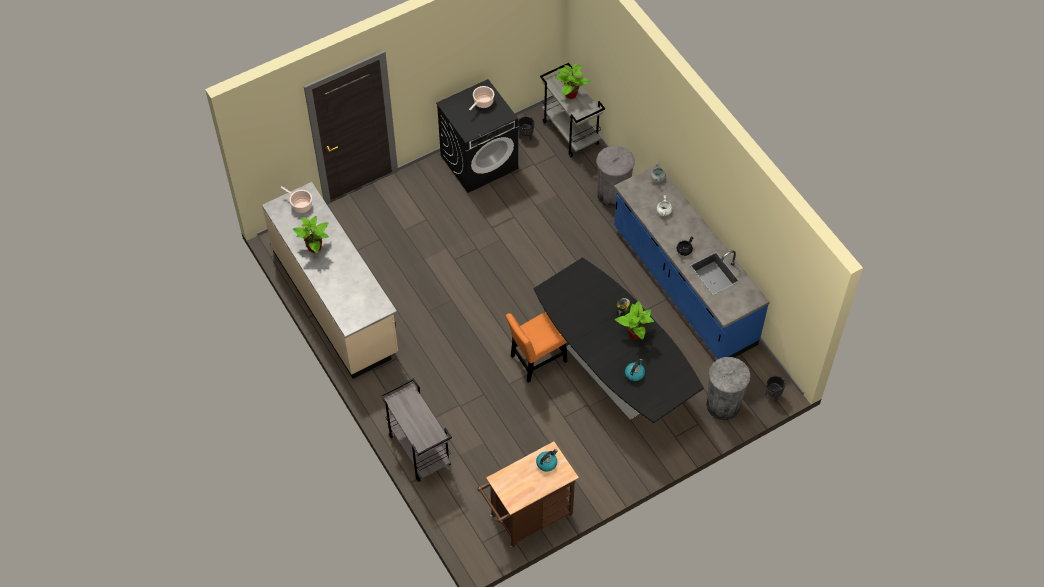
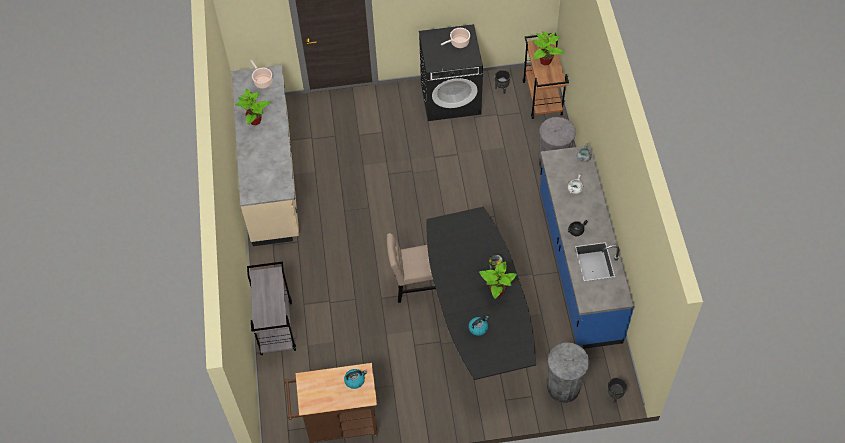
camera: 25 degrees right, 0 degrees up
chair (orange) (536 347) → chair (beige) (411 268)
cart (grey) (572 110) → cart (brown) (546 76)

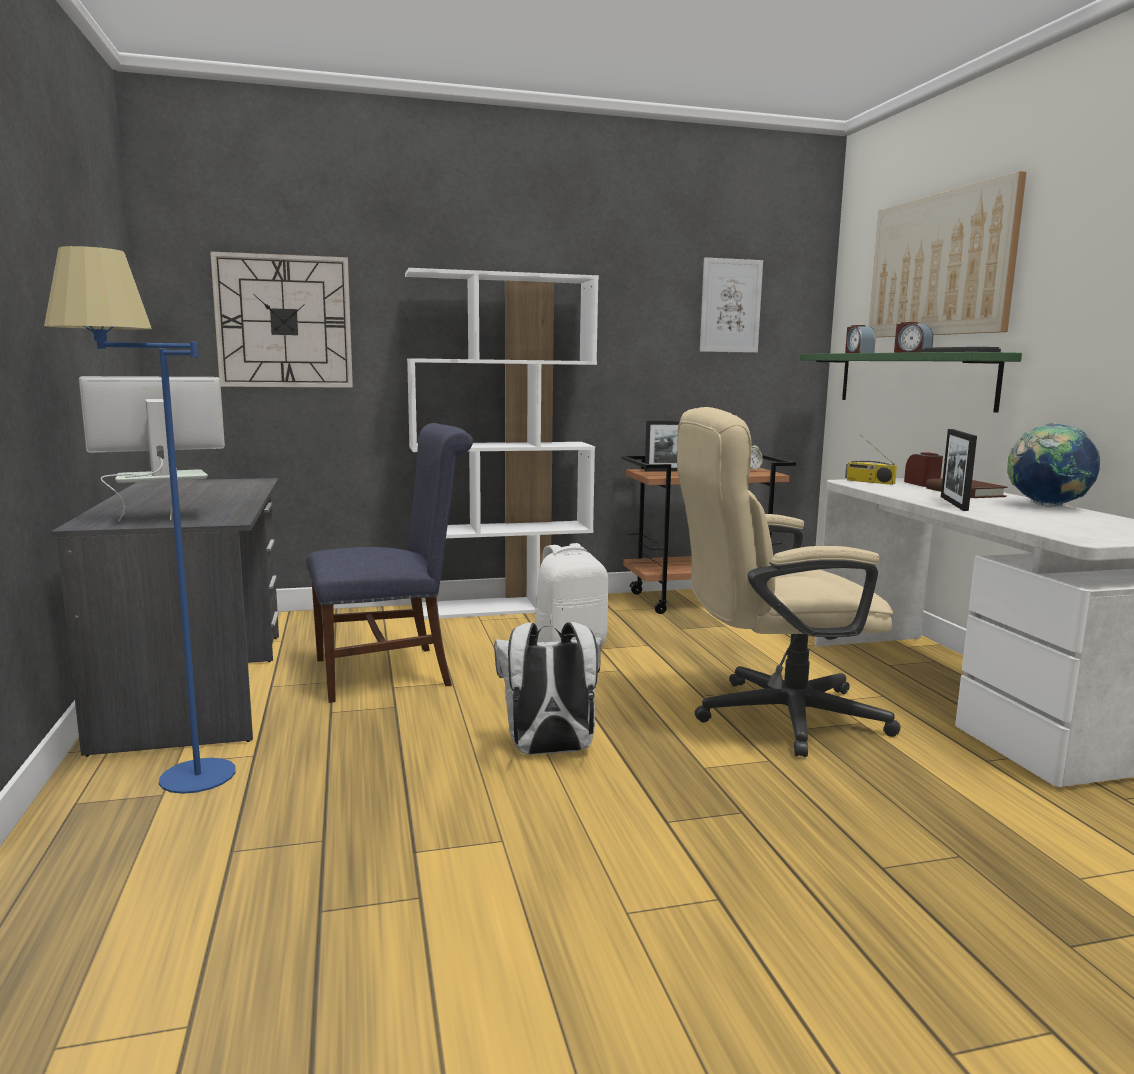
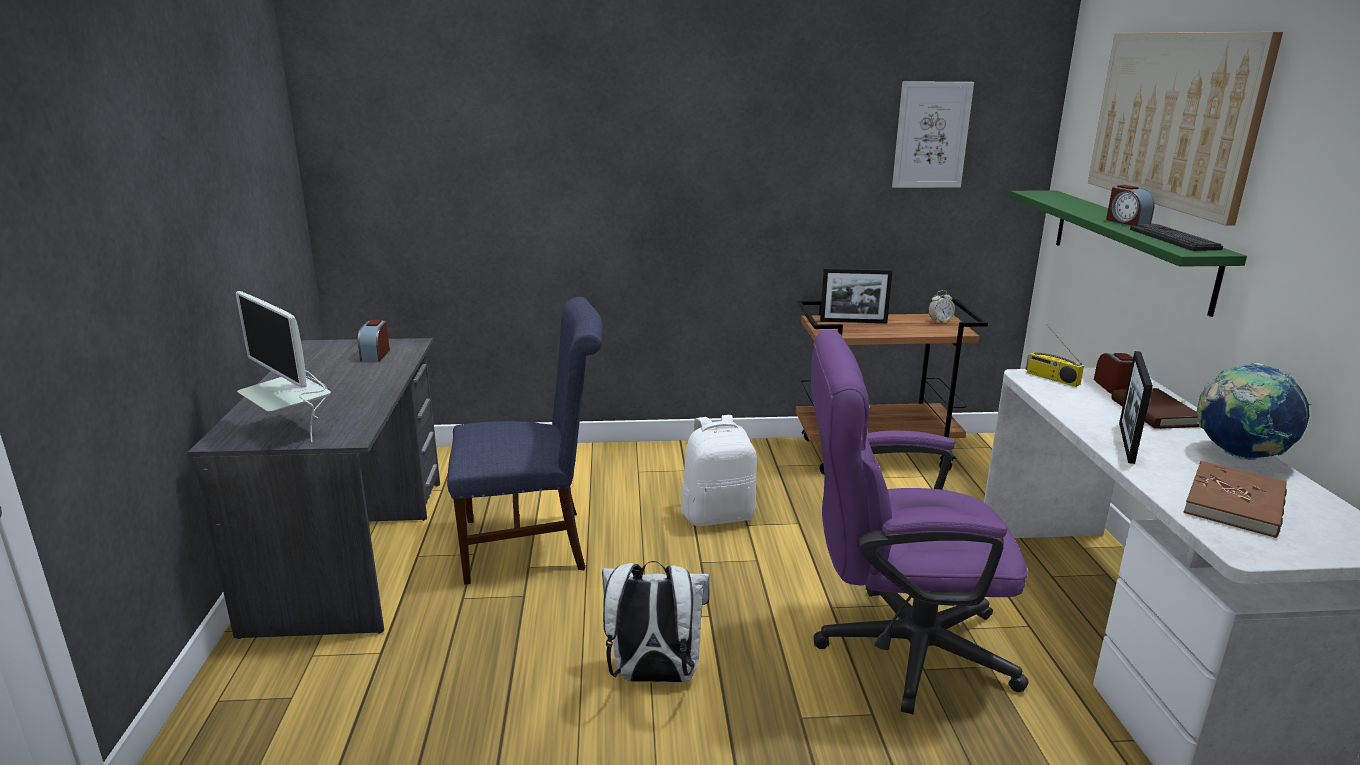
camera: 10 degrees right, 10 degrees up
monitor (152 449) → monitor (283 366), 120 degrees counterclockwise
alarm clock (860 339) → alarm clock (374 340), shifted
office chair (beige) (789 582) → office chair (purple) (920 522)
- → book (brown) (1235 499)
floor lamp (blue) (140 520) → -
wall clock (281 319) → -
bookcase (white) (502 444) → -

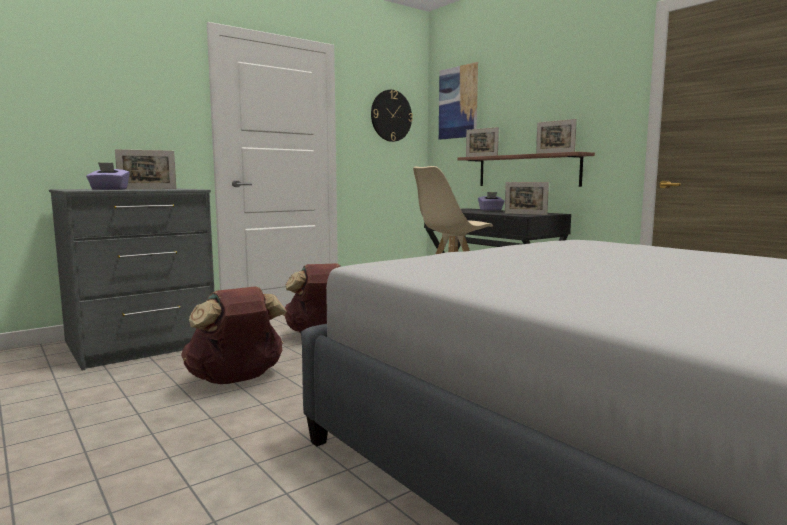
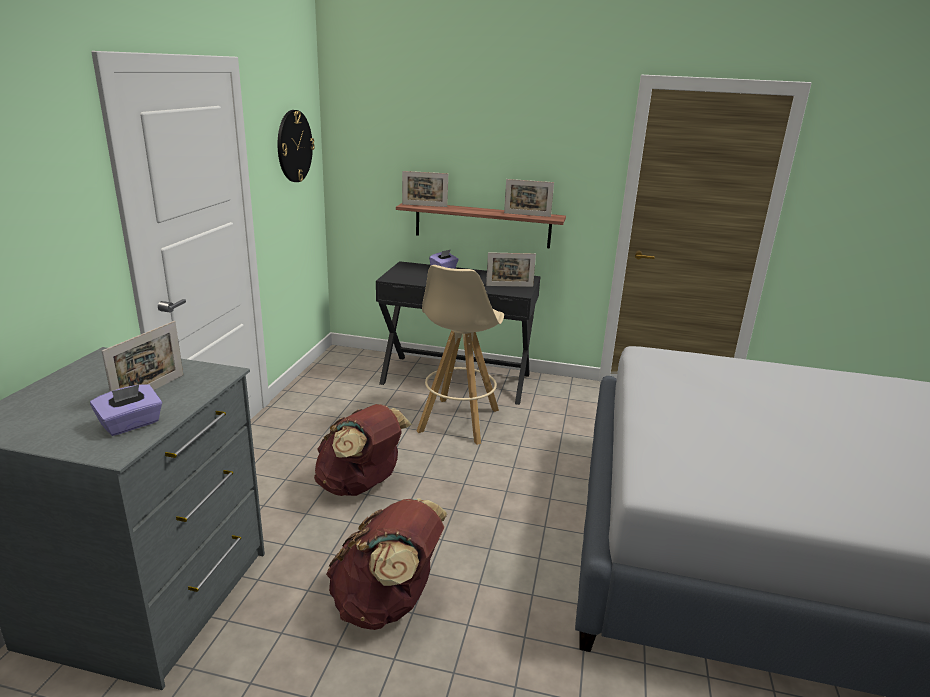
camera: 40 degrees left, 15 degrees up
picture (458 101) → -

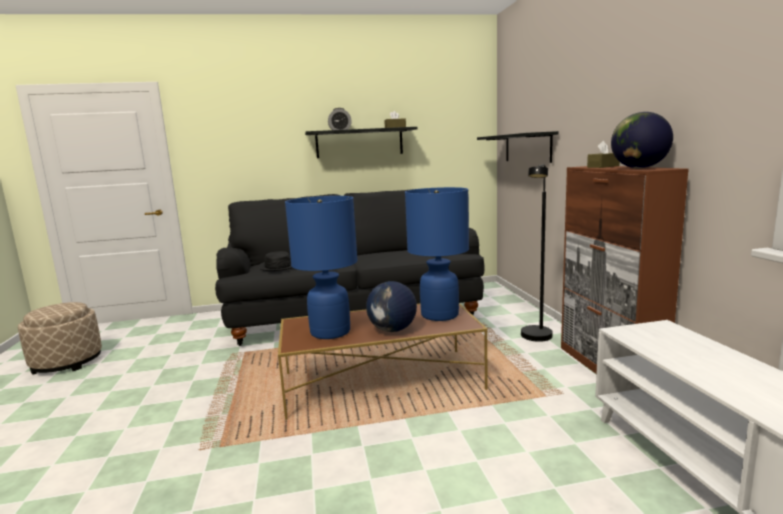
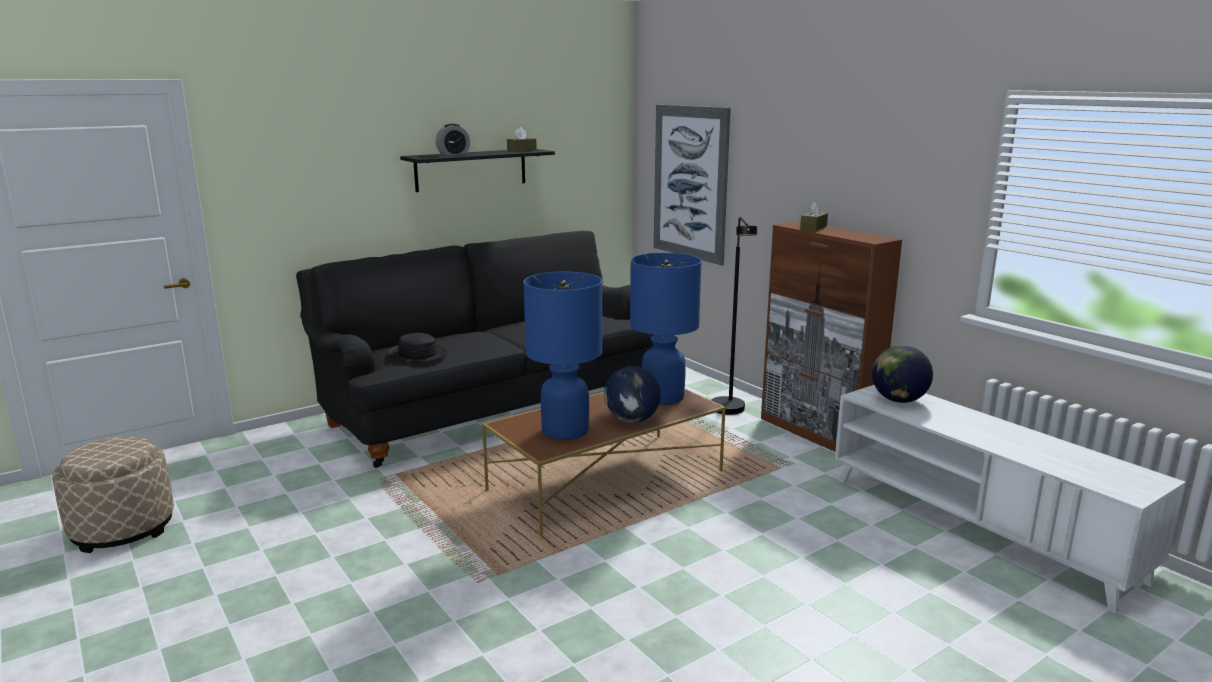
camera: 25 degrees left, 5 degrees up
shelf (black) (518 147) → picture (692 185)
globe (642 140) → globe (902 374), shifted

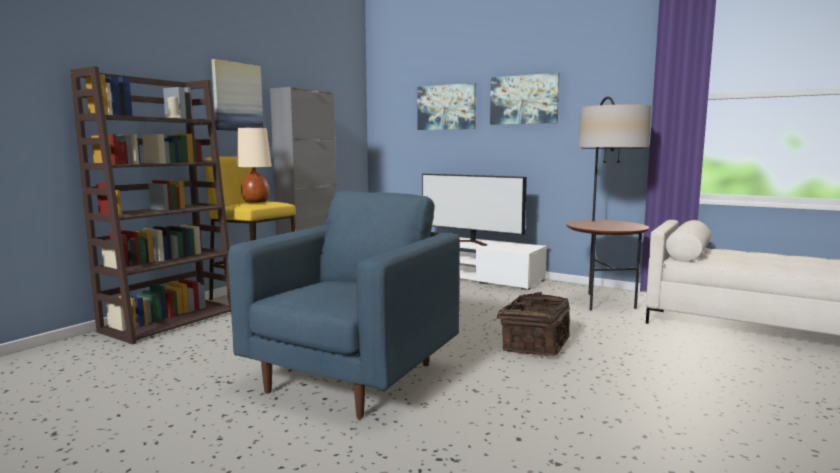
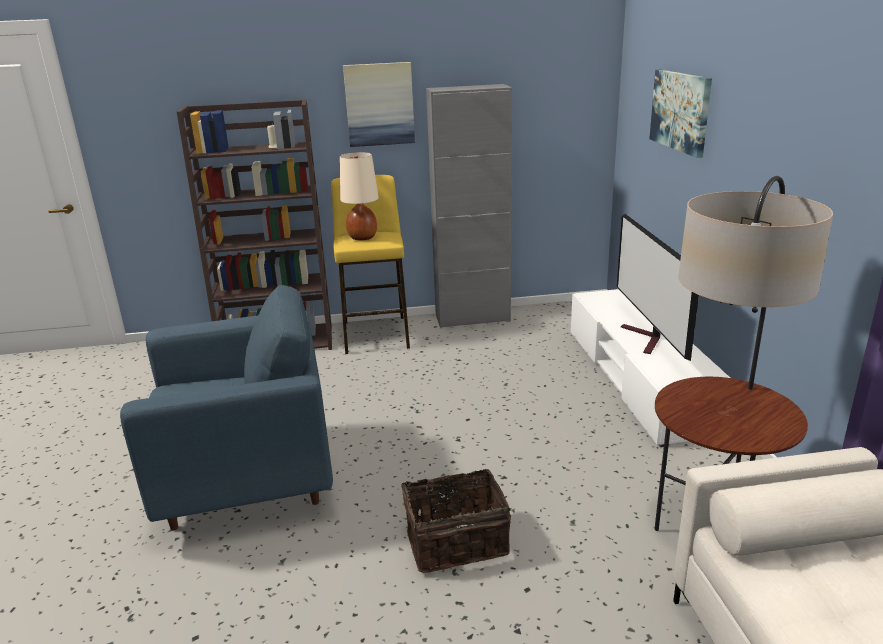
camera: 50 degrees right, 15 degrees up
picture (525 99) → -

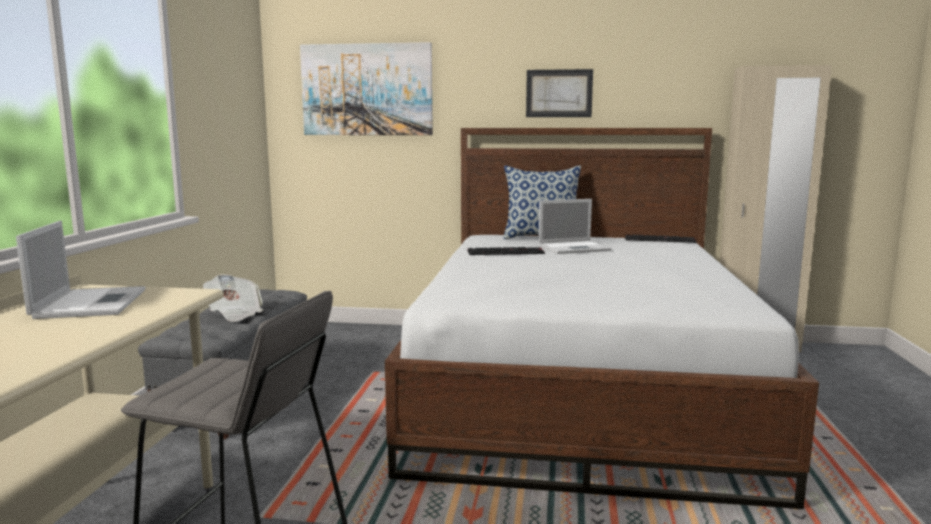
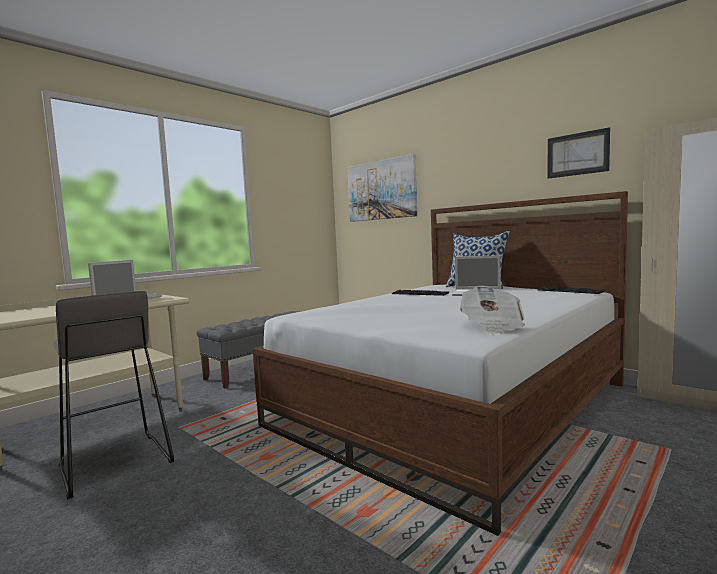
camera: 35 degrees right, 5 degrees down
newspaper (233 298) → newspaper (492 310), shifted
picture (559 93) → picture (578 153), shifted

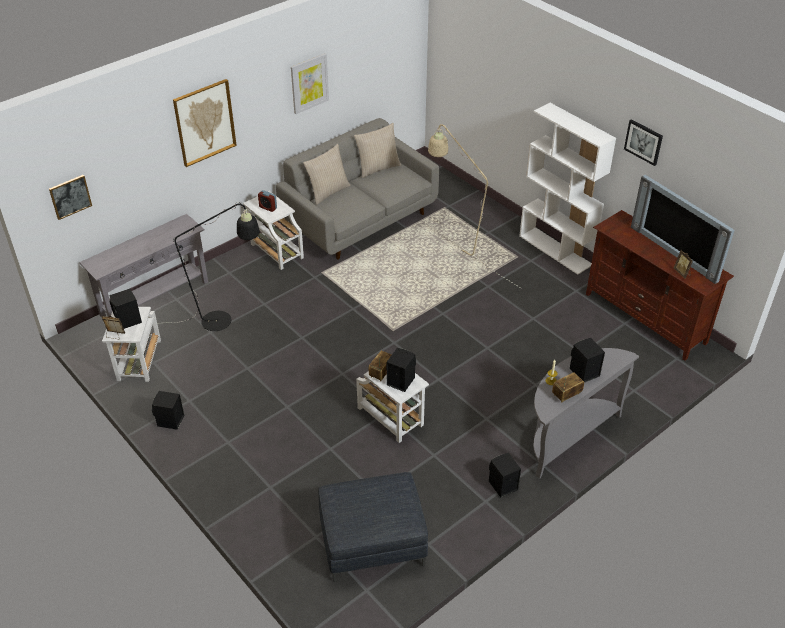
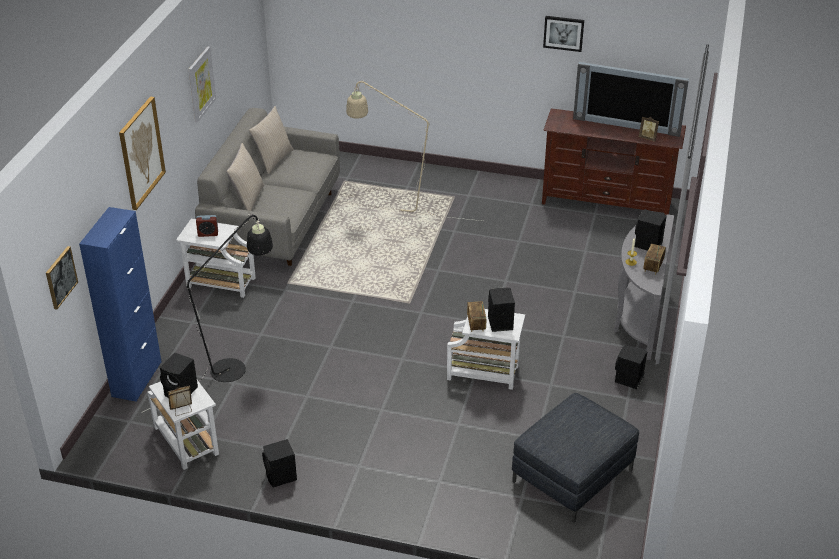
camera: 35 degrees left, 5 degrees down
console table (grey) (143 266) → cabinet (blue) (120 304)
bookcase (white) (567 189) → -

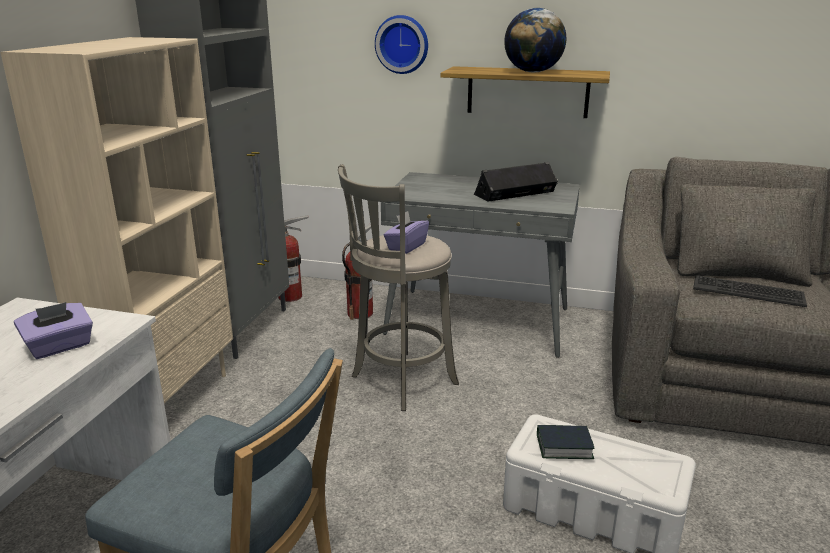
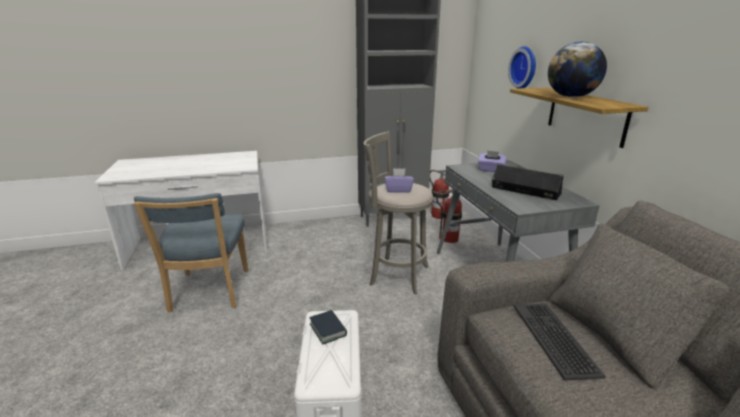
camera: 60 degrees right, 0 degrees up
tissue box (purple) (53 330) → tissue box (purple) (492 161), shifted
bookcase (beige) (116 220) → -

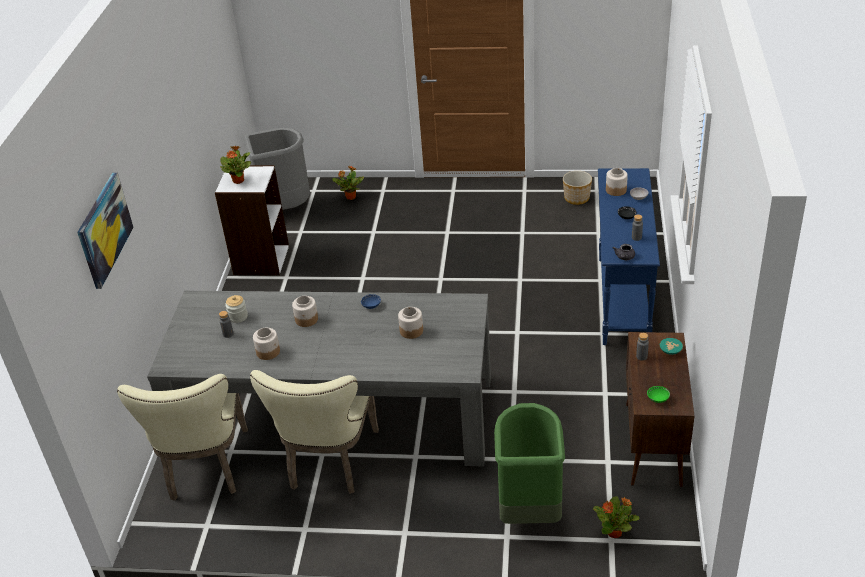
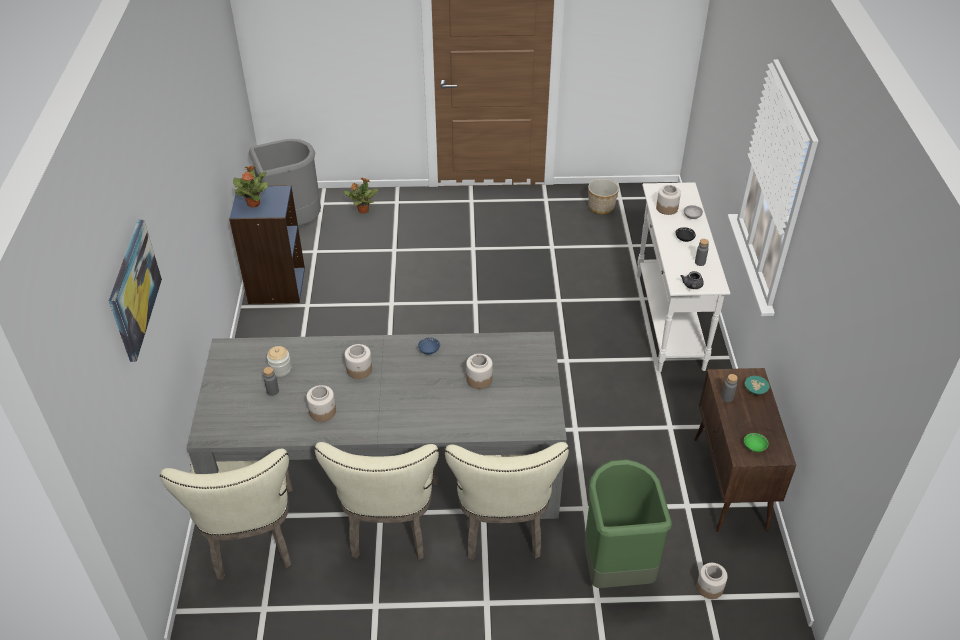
camera: 10 degrees left, 5 degrees up
bookcase (white) (252 220) → bookcase (blue) (267 244)
- → chair (beige) (506 501)
console table (blue) (629 256) → console table (white) (683 277)
potted plant (616 517) → jar (712 581)

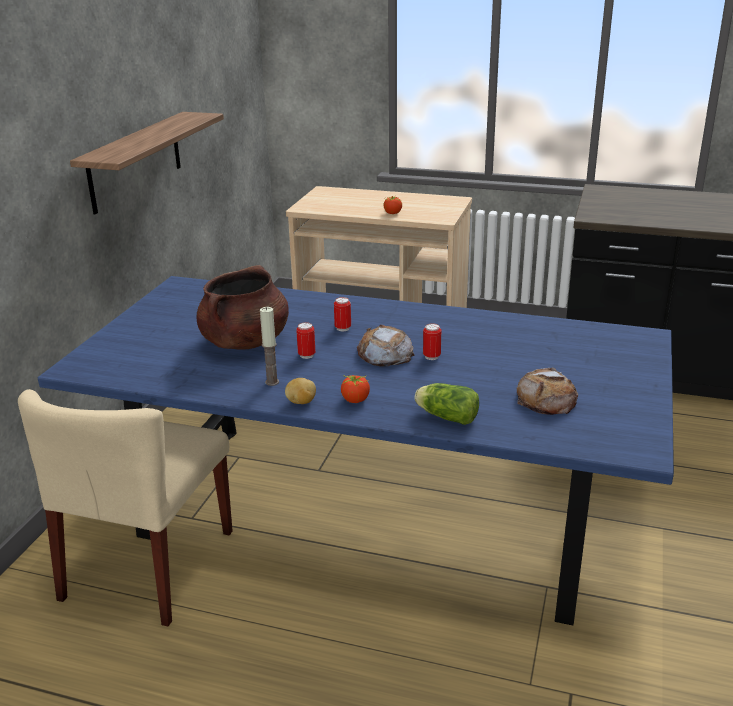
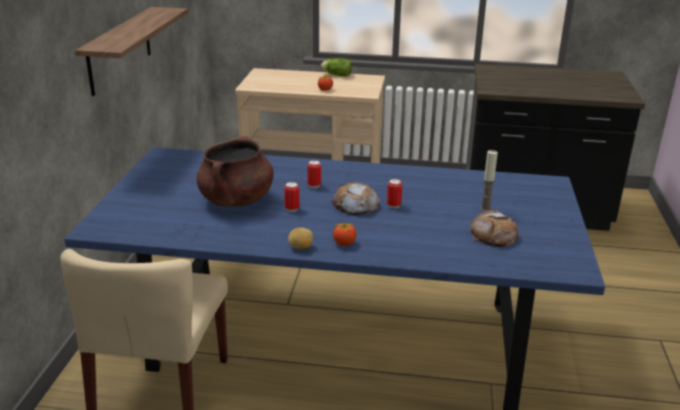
camera: 10 degrees left, 0 degrees up
lettuce (447 404) → lettuce (336 67), shifted
candle (269 346) → candle (489 180), shifted

